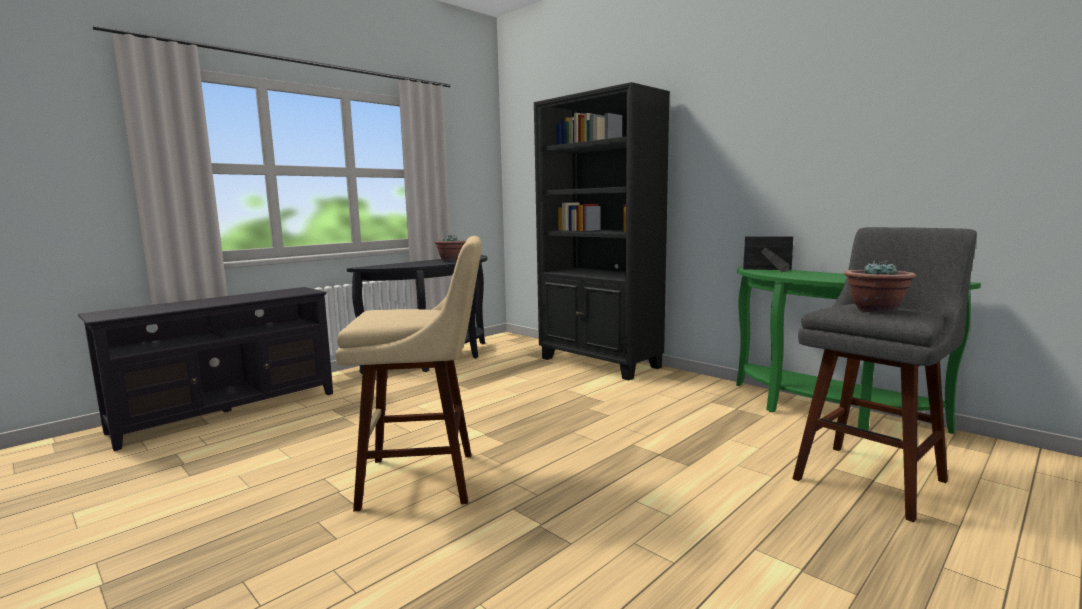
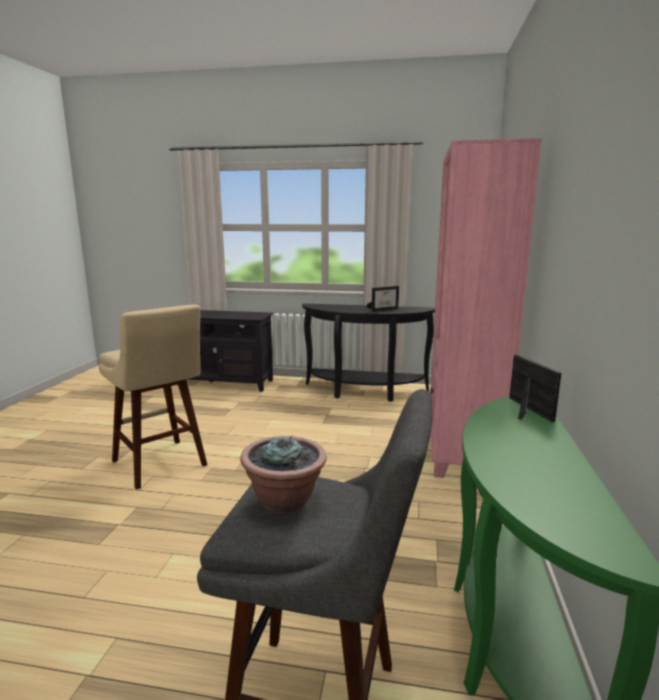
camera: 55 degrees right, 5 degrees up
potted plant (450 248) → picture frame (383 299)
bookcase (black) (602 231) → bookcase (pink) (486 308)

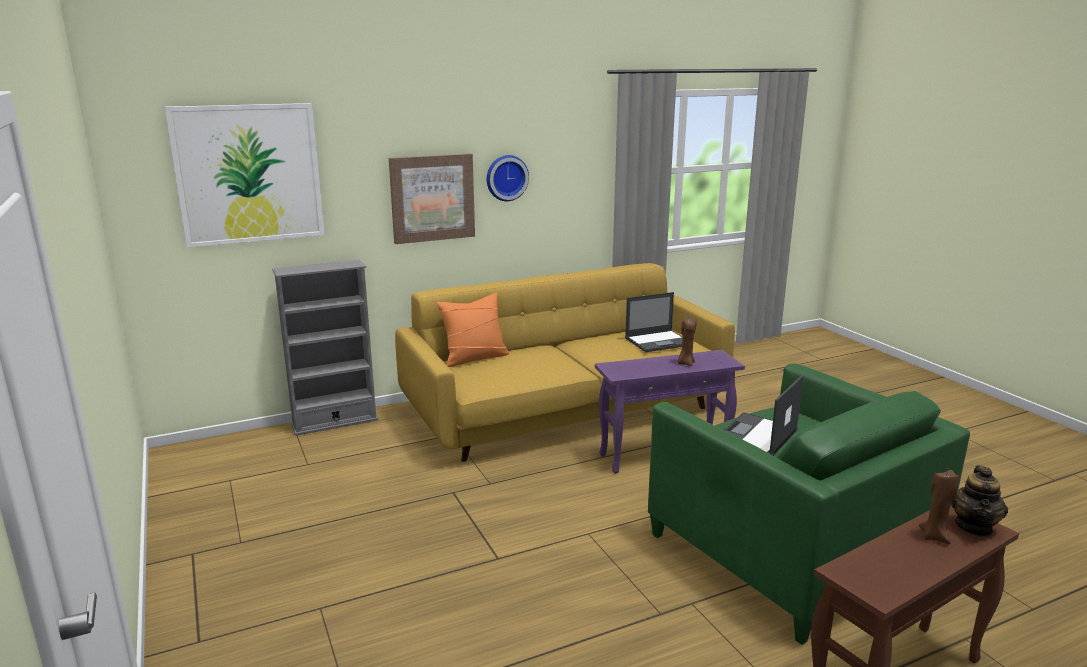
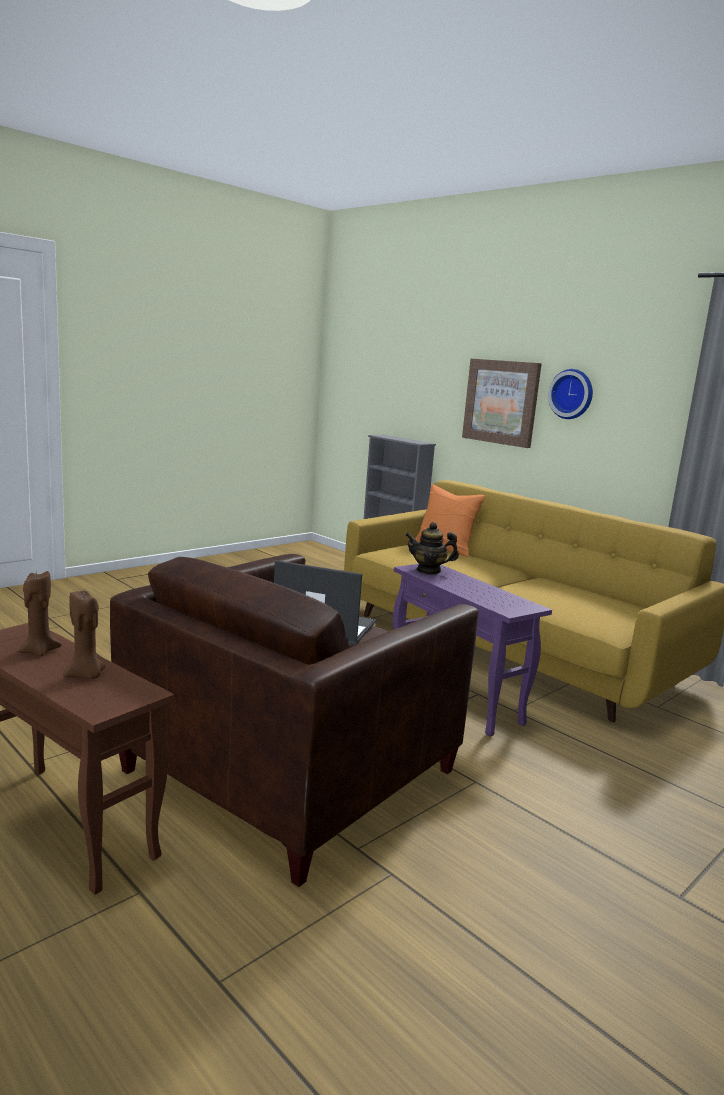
camera: 70 degrees right, 5 degrees down
candle (brown) (687 341) → candle (brown) (40 613), shifted
armchair (green) (809 504) → armchair (brown) (294 720)
teapot (979 501) → teapot (432 548), shifted
picture (245 175) → -
laptop (654 322) → -

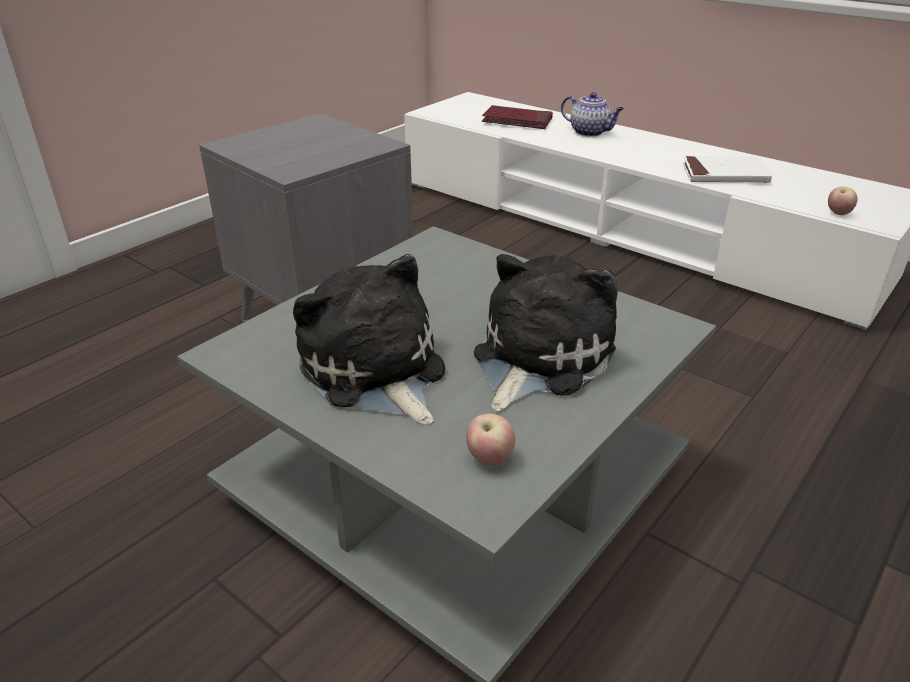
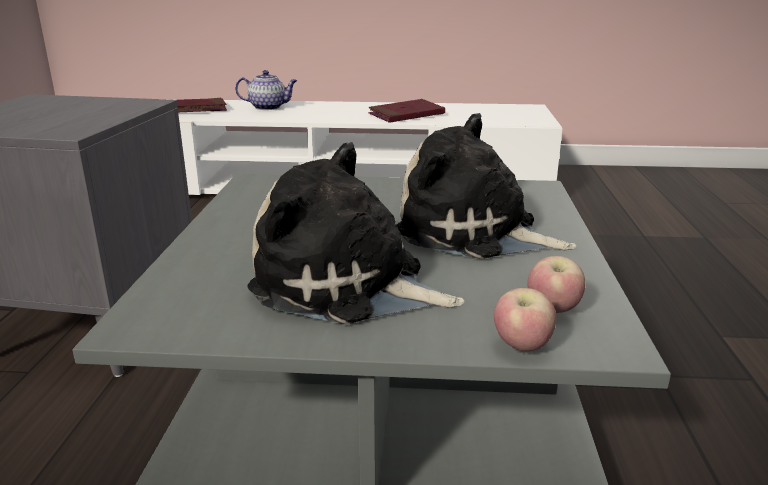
camera: 35 degrees left, 10 degrees down
book (white) (727 169) → book (red) (407 111)
plush toy (546 333) → plush toy (486 186), 60 degrees counterclockwise
apple (843 200) → apple (525 319), shifted

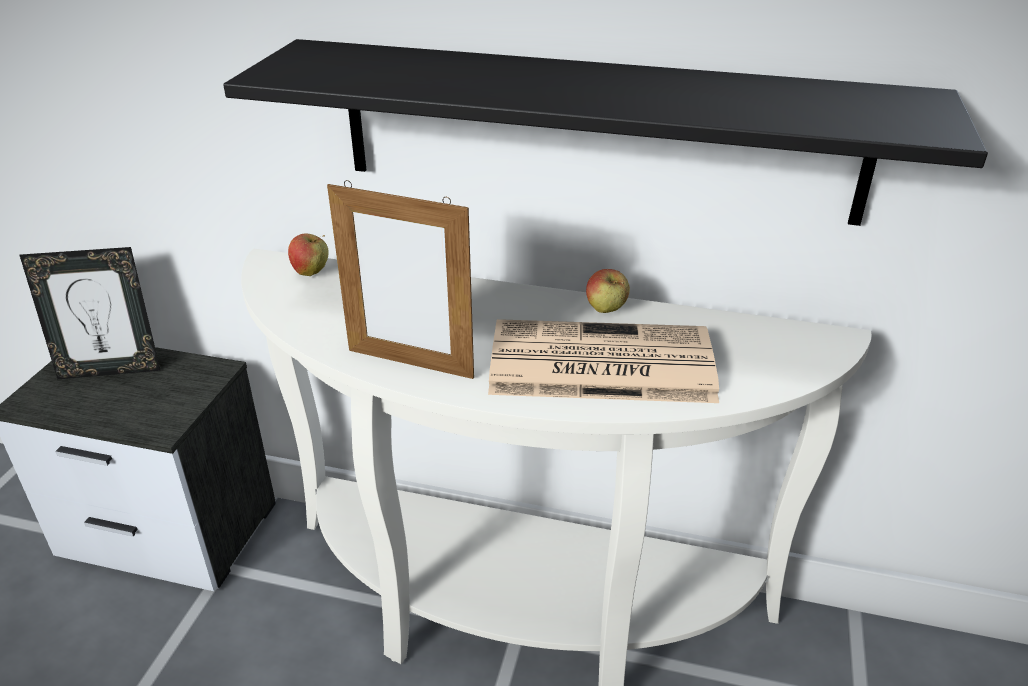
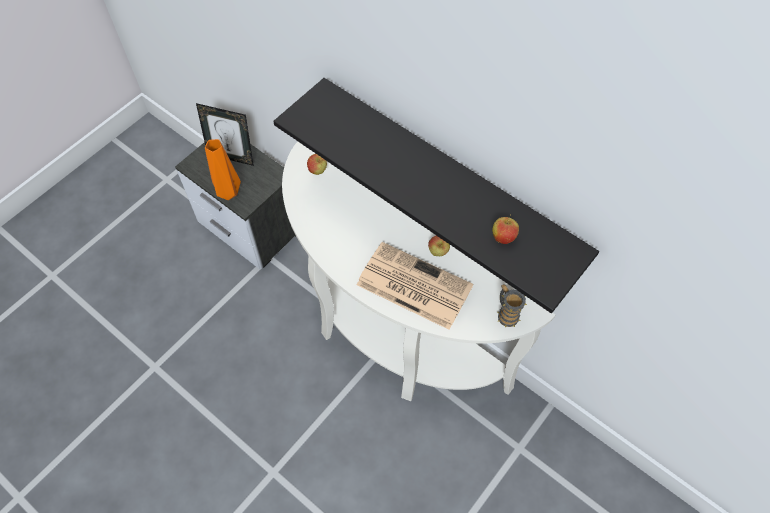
camera: 25 degrees right, 25 degrees up
- → vase (orange) (223 169)
- → apple (505 229)
- → mug (512 305)
picture frame (400 279) → -

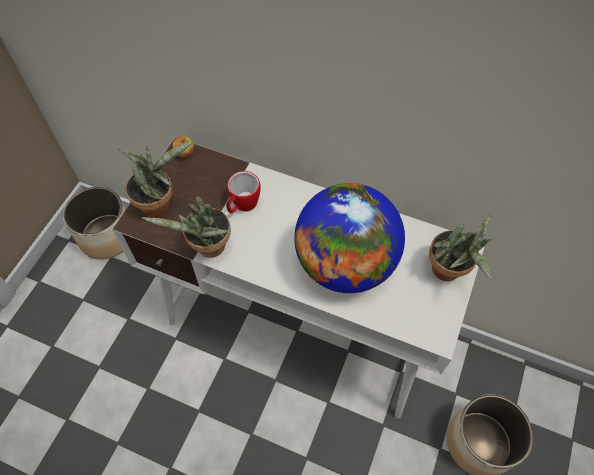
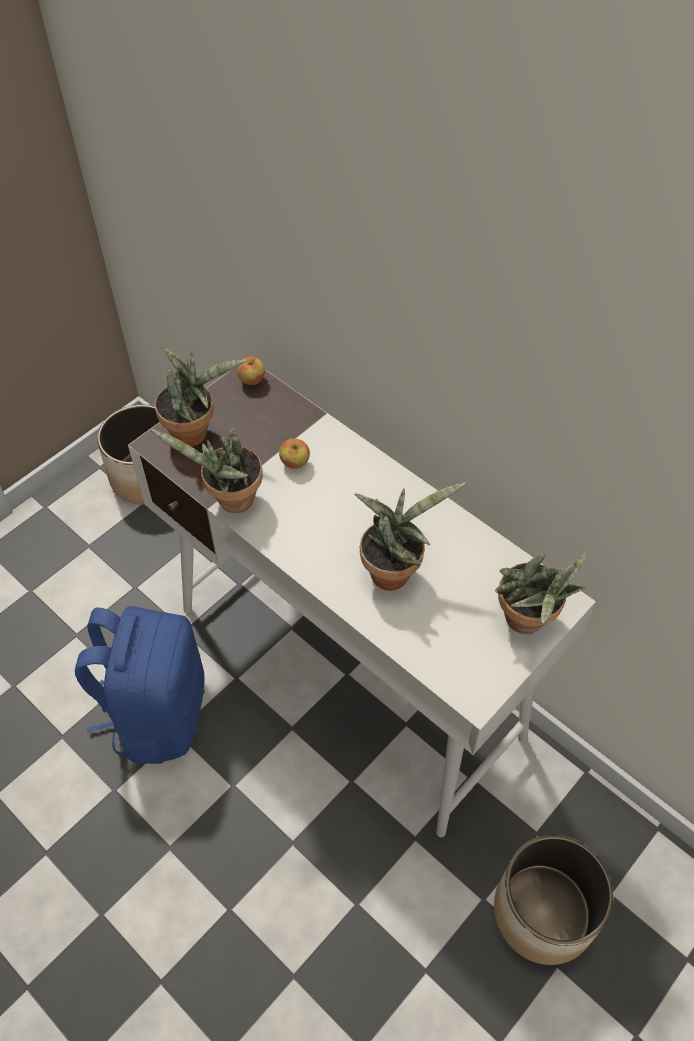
camera: 20 degrees right, 5 degrees down
- → backpack (blue) (140 685)
mug (243 192) → apple (294 454)
globe (349 238) → potted plant (410 536)

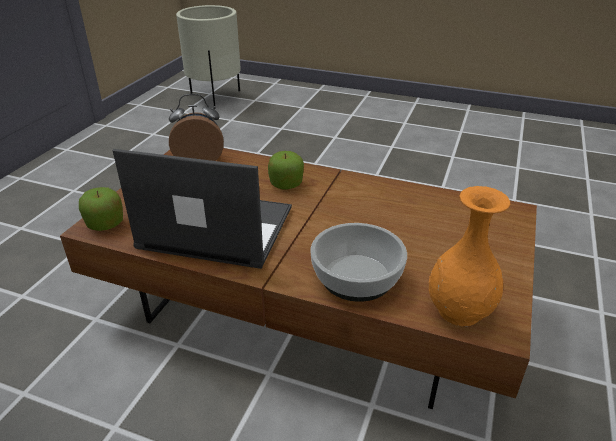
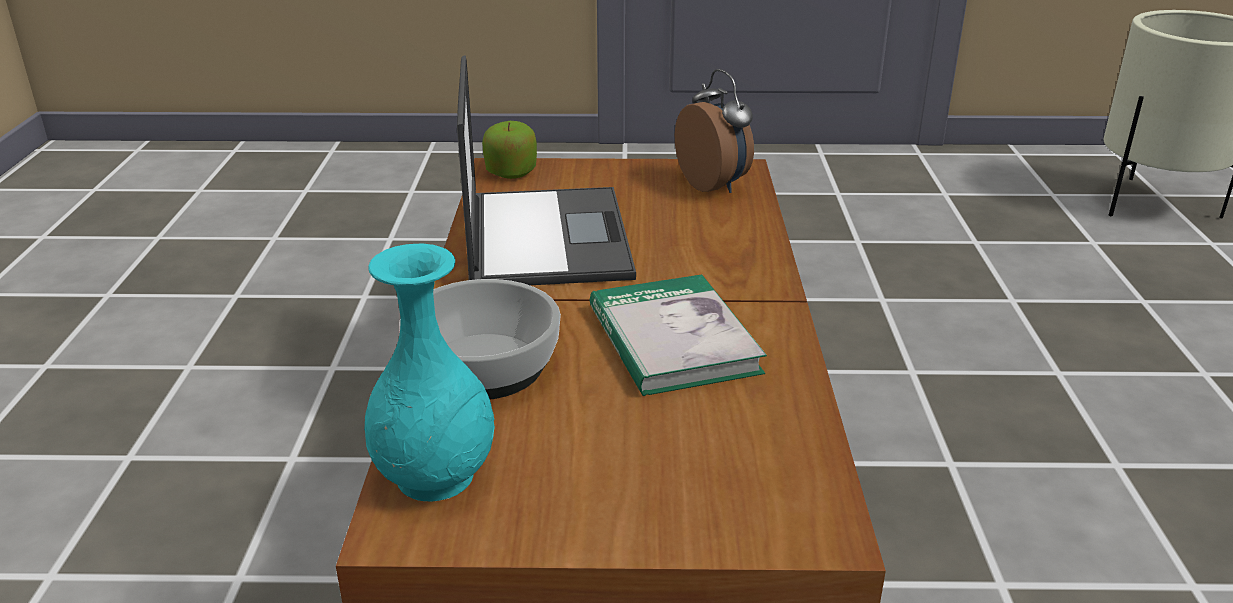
camera: 70 degrees right, 5 degrees down
vase (orange) (469 256) → vase (turquoise) (429 372)
- → book (678 335)
apple (286 170) → -

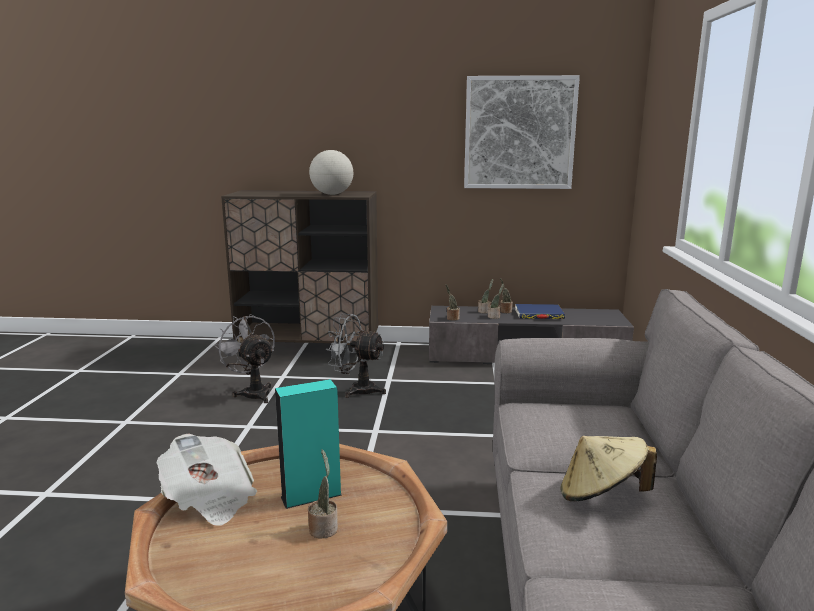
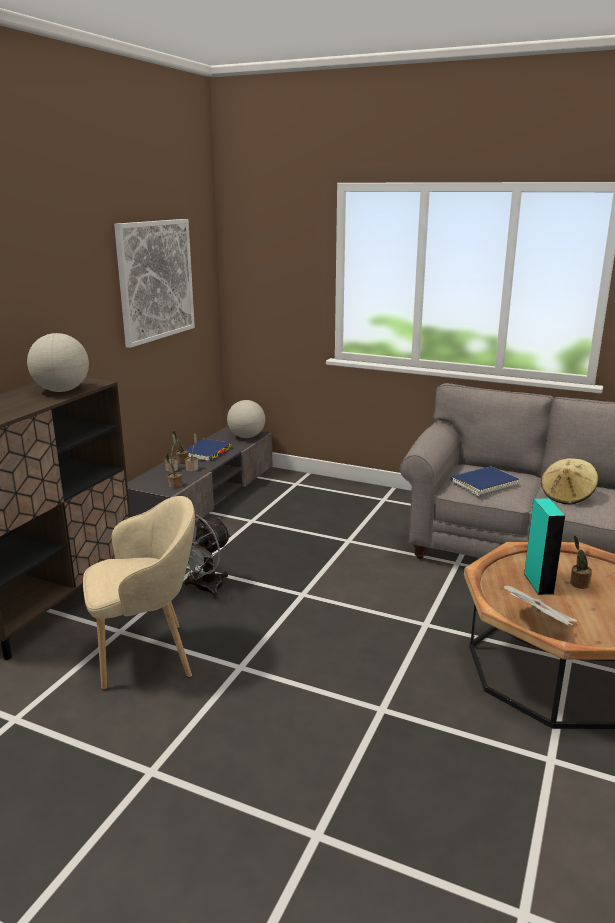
camera: 70 degrees left, 5 degrees up
fan (grey) (244 358) → armchair (beige) (139 593)
- → globe (246 419)
- → book (blue) (485 481)

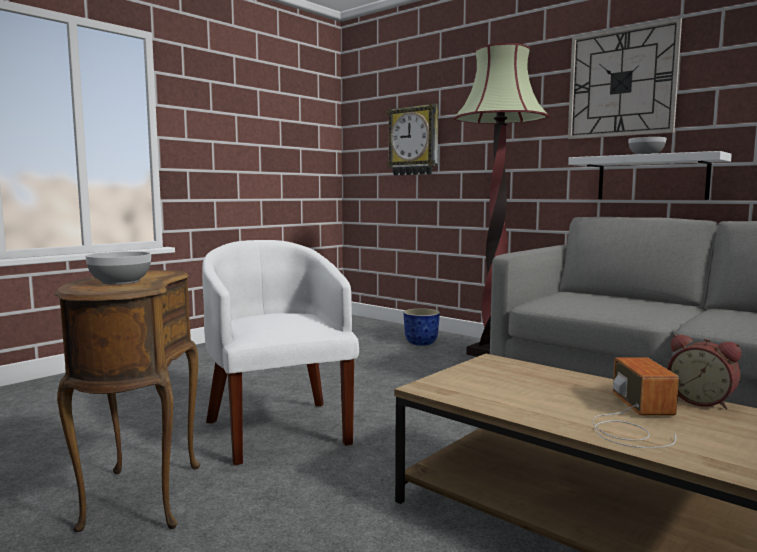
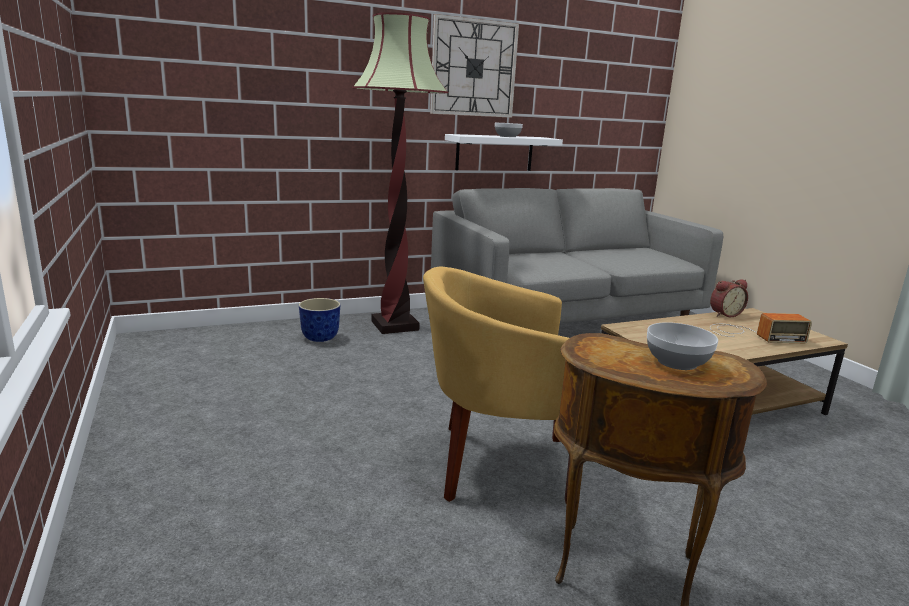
camera: 65 degrees left, 10 degrees up
armchair (white) (280 352) → armchair (yellow) (496 384)
radio (635 402) → radio (761 328), 150 degrees clockwise
wall clock (412 139) → -

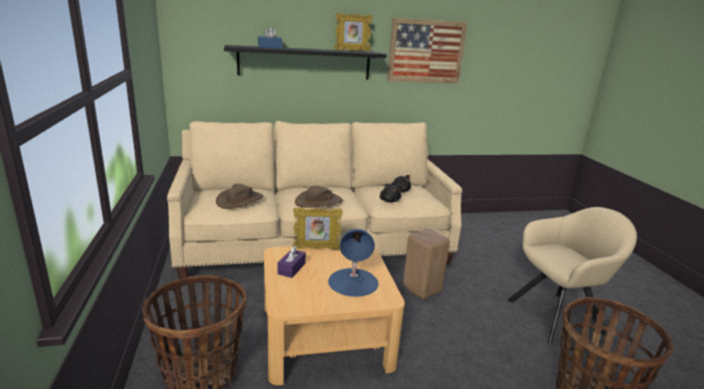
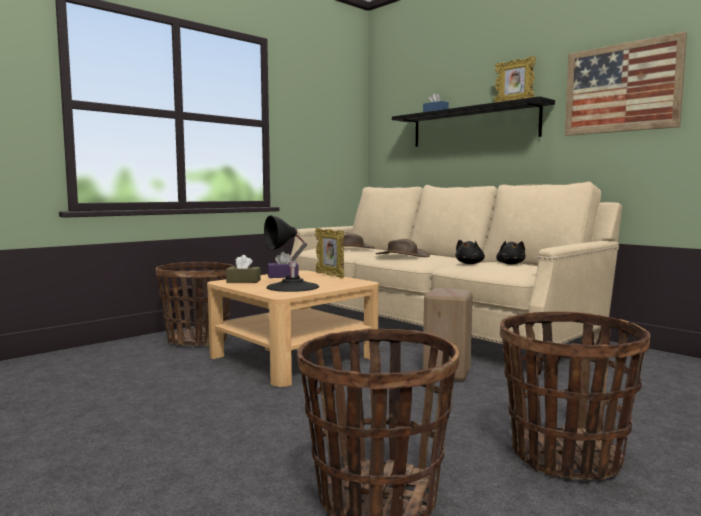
camera: 60 degrees right, 15 degrees down
- → tissue box (brown) (243 269)
table lamp (blue) (353 263) → table lamp (black) (291 253)
armchair (beige) (572 275) → basket (575 396)

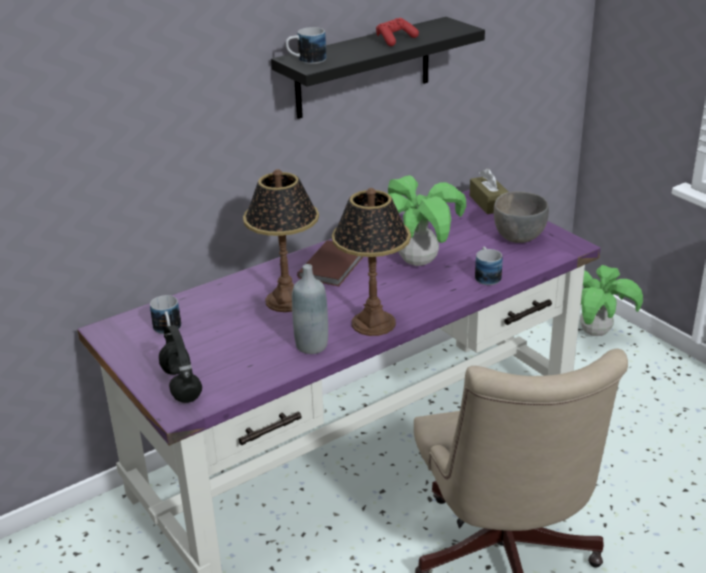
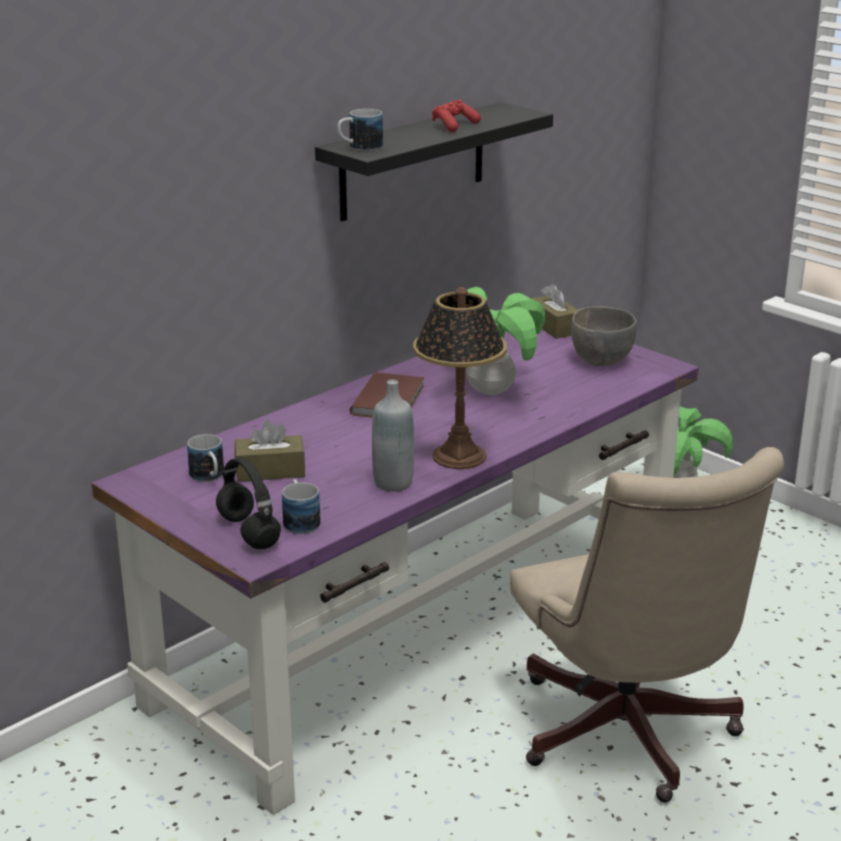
camera: 10 degrees left, 5 degrees down
- → tissue box (brown) (270 451)
mug (489 265) → mug (301 506), shifted
table lamp (281 240) → -

